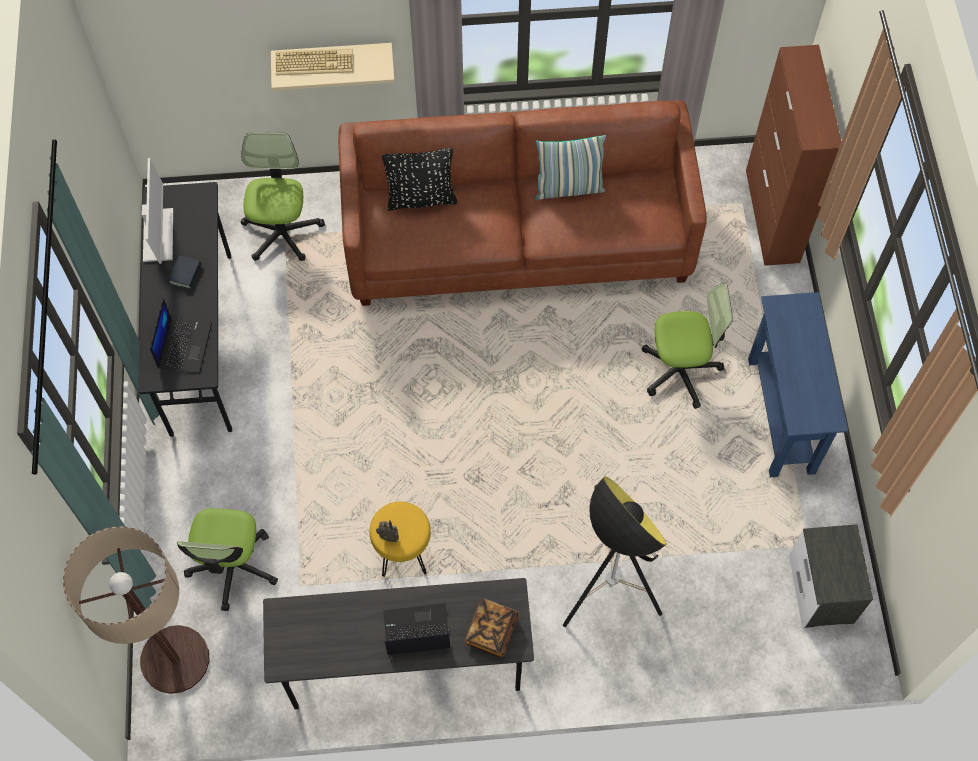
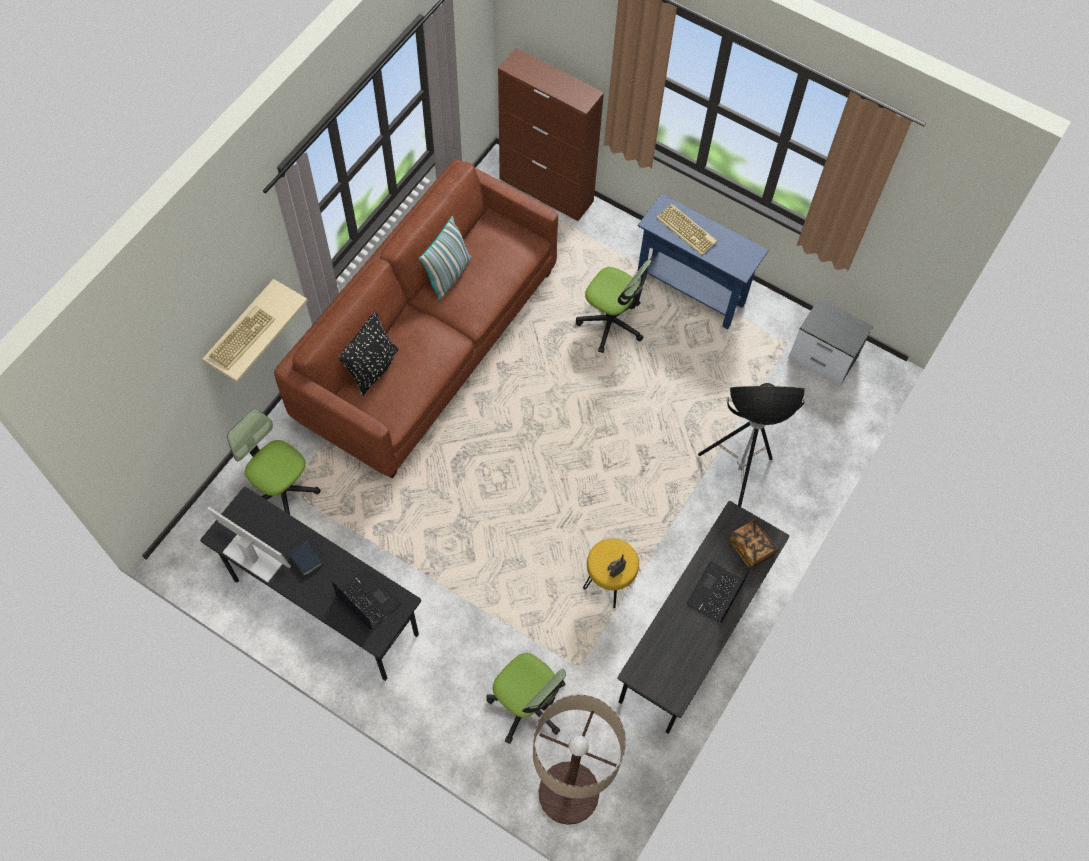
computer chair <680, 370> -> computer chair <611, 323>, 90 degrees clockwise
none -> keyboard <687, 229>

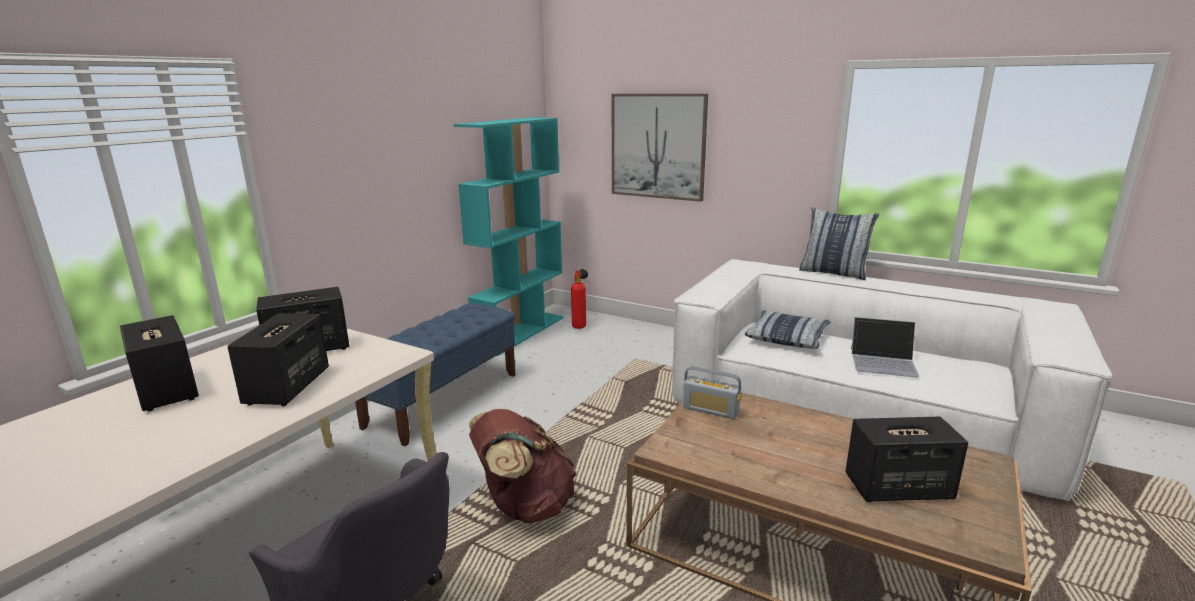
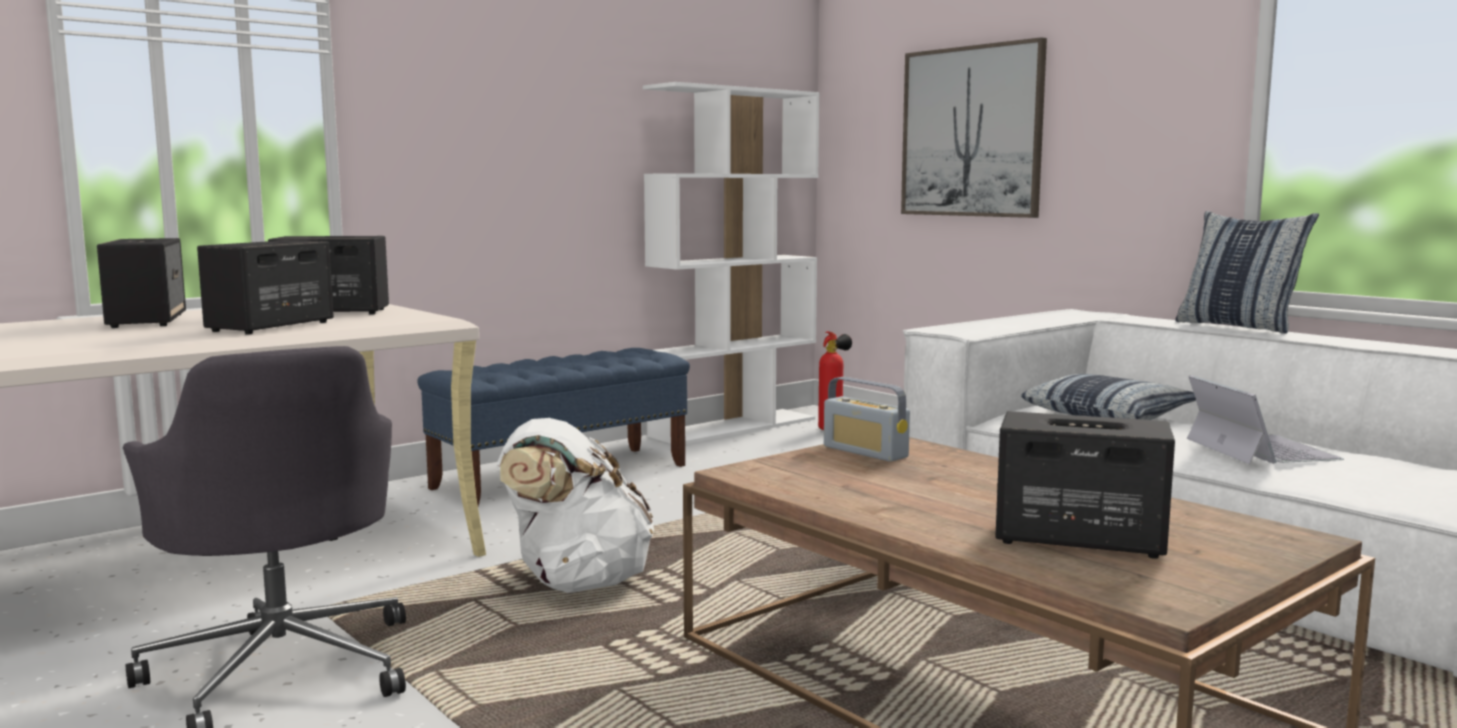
brownish rucksack <524, 506> -> white-coloured rucksack <576, 582>
turquoise-coloured bookcase <520, 332> -> white-coloured bookcase <734, 427>
portable computer <883, 362> -> portable computer <1259, 449>, 135 degrees counterclockwise

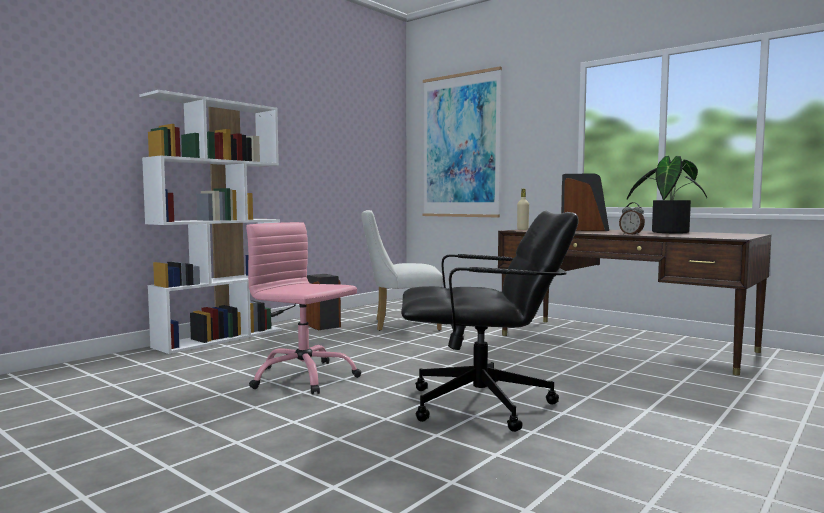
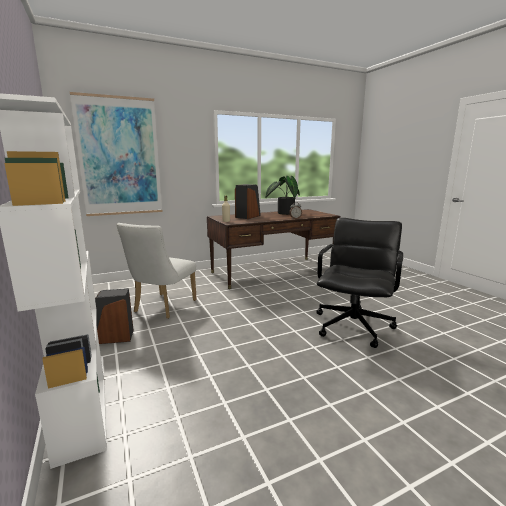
pink computer chair <303, 377> -> none

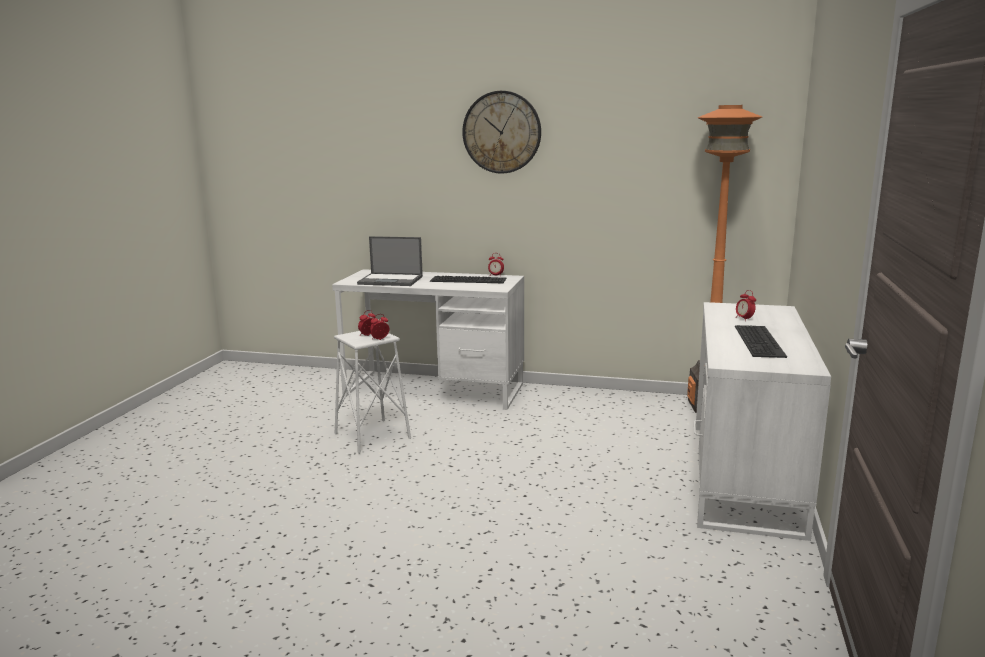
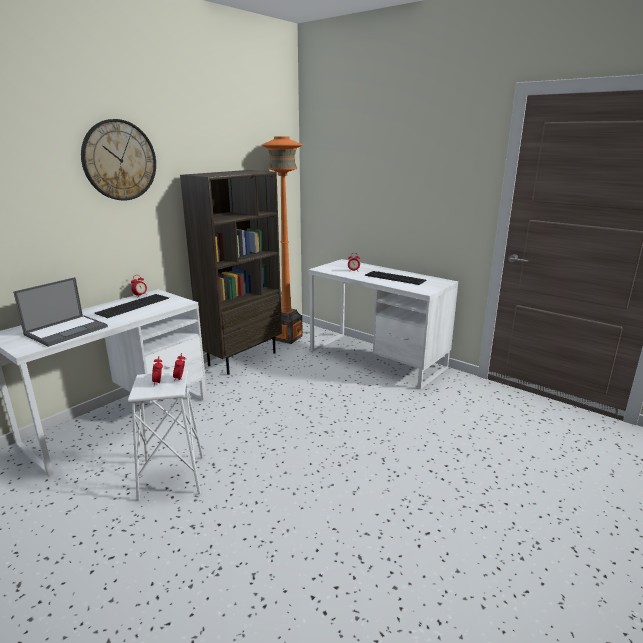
none -> brownish bookcase <242, 358>

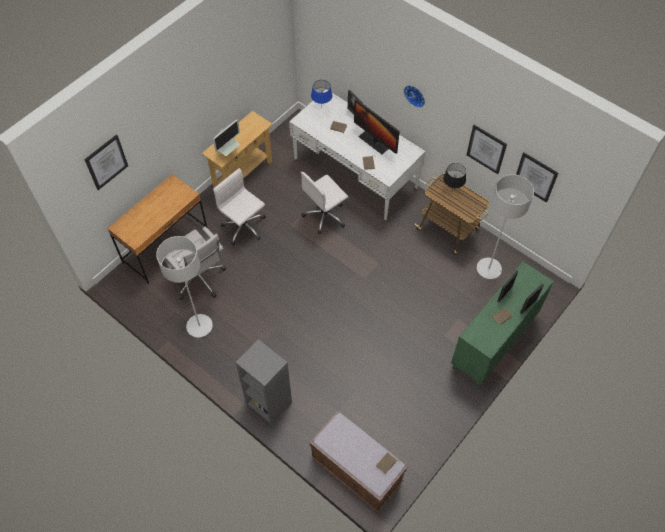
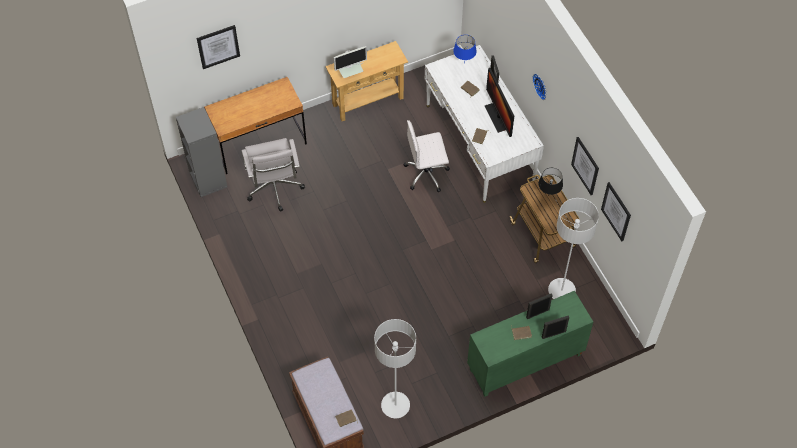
greyish bookcase <268, 403> -> greyish bookcase <207, 179>, relocated
greyish standing lamp <199, 326> -> greyish standing lamp <395, 405>, relocated
white-coloured computer chair <244, 228> -> none

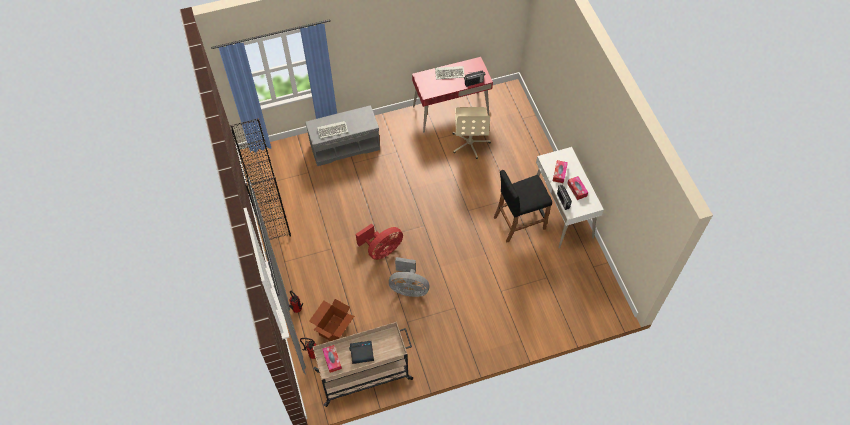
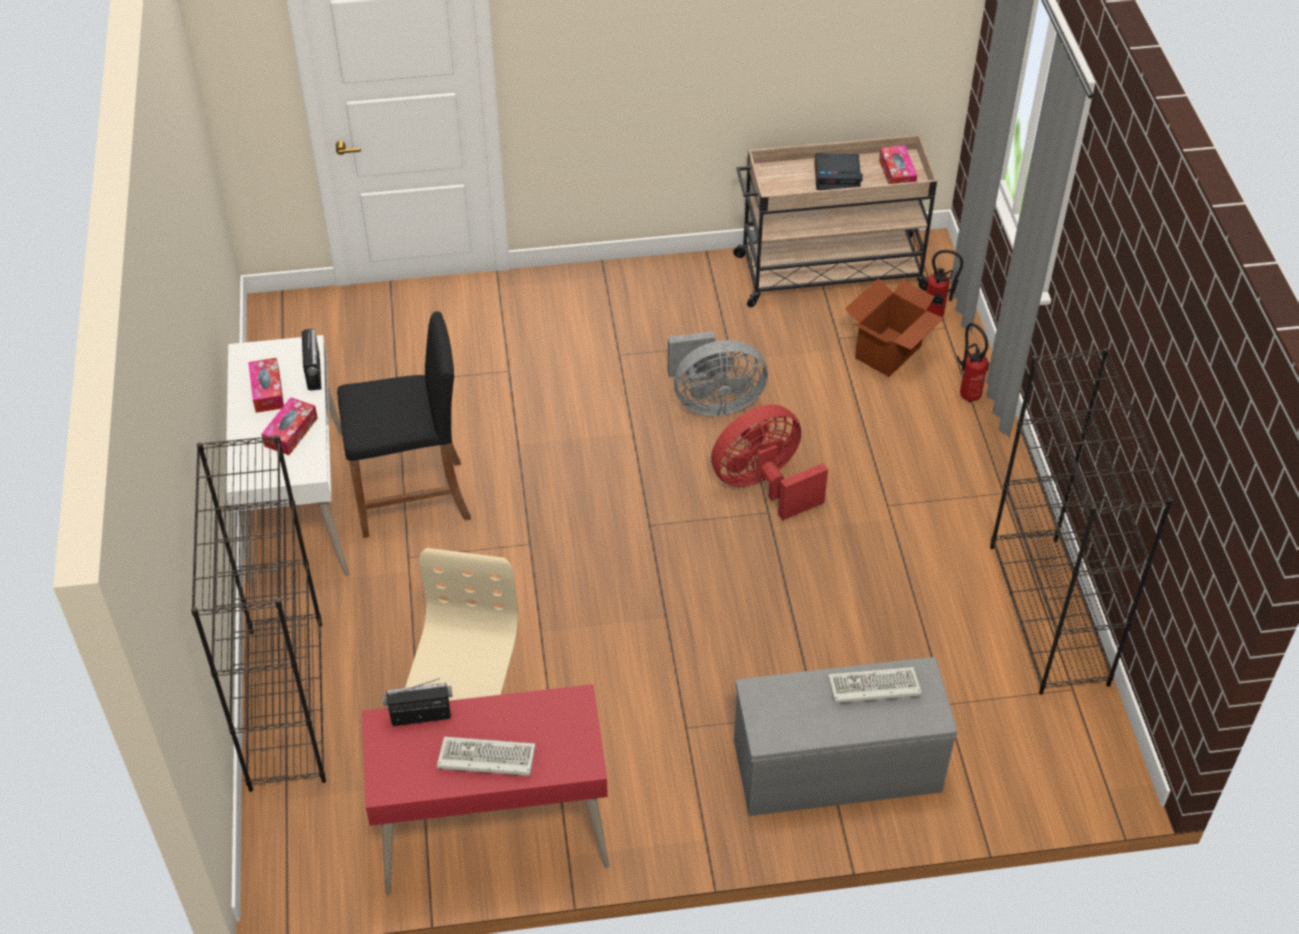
none -> blackish bookcase <285, 703>
greyish electric fan <408, 288> -> greyish electric fan <713, 402>, 150 degrees clockwise

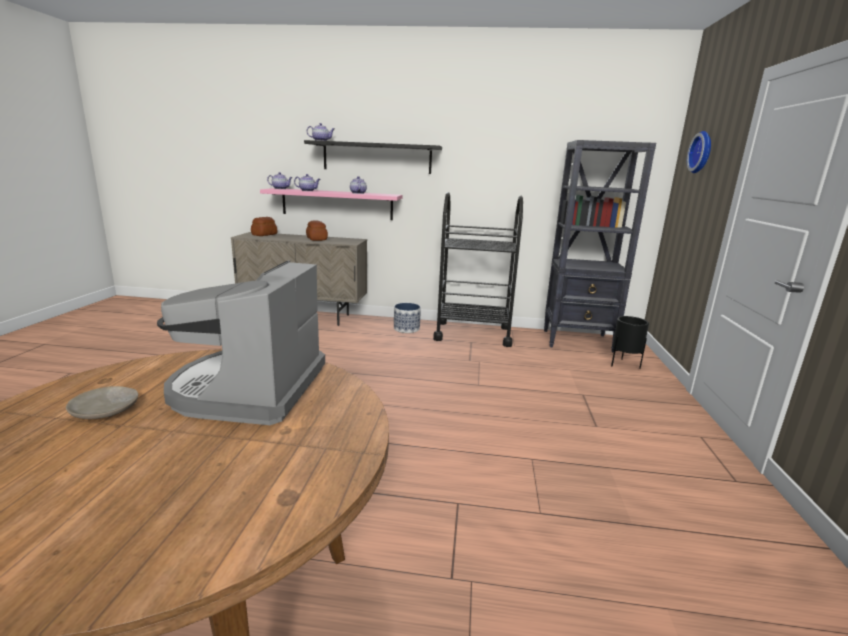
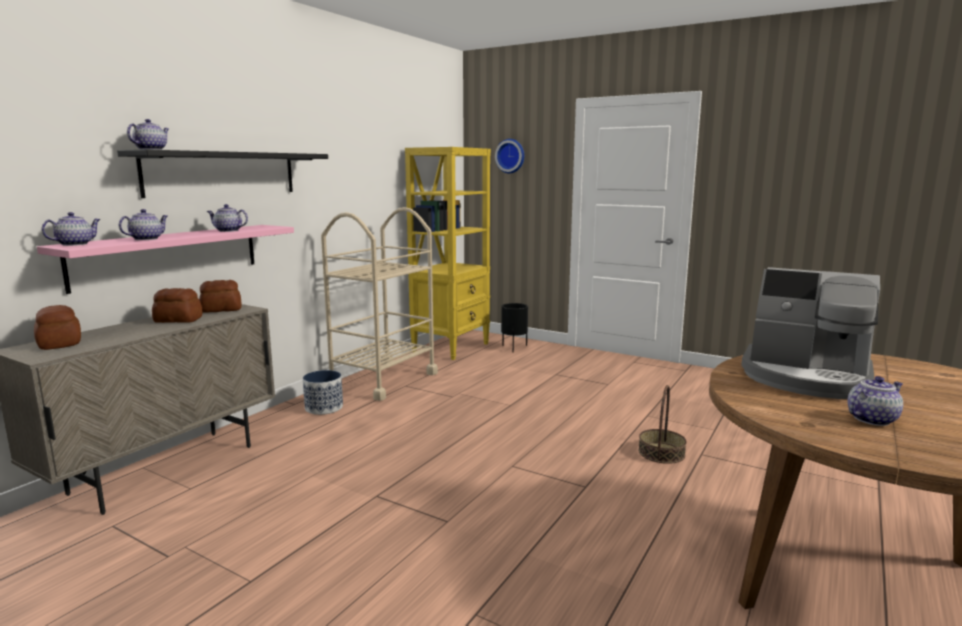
none -> bakery bread <221, 309>
blackish trolley <472, 334> -> sand-coloured trolley <383, 380>
blackish bookcase <578, 341> -> yellow bookcase <451, 347>
none -> storage basket <661, 453>
sand-coloured plate <106, 411> -> pot for tea <872, 419>

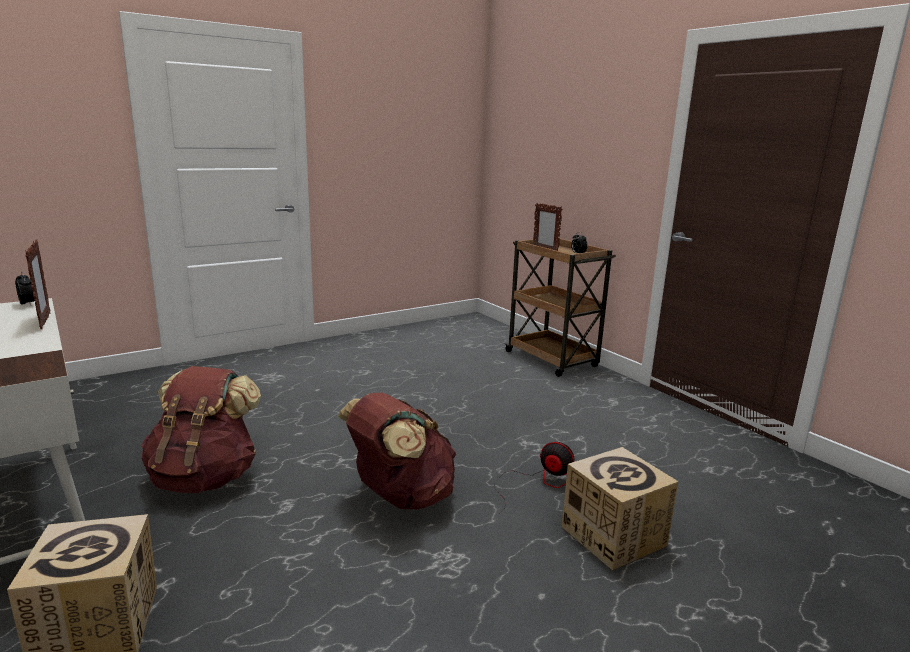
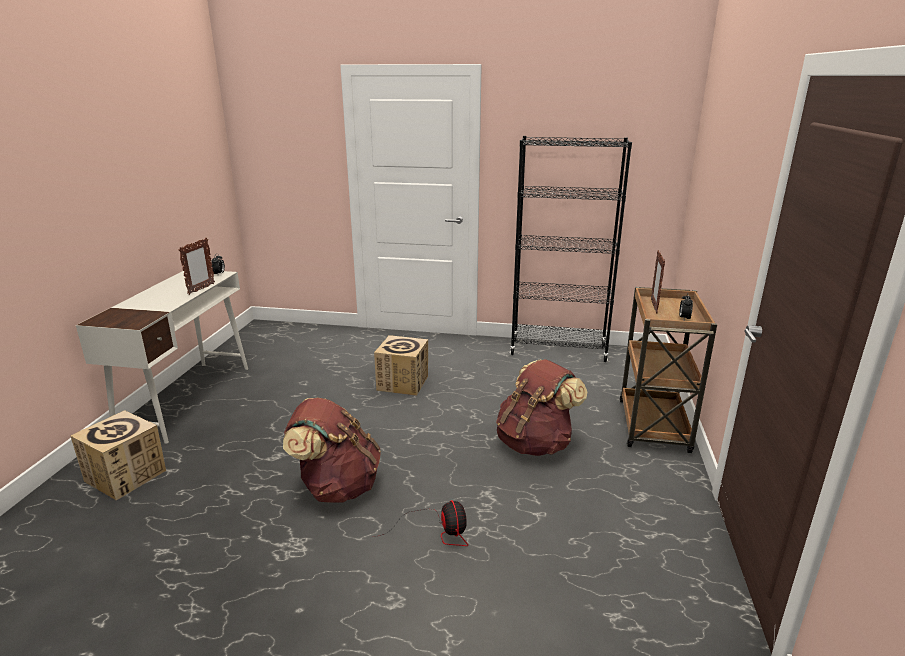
packing box <613, 536> -> packing box <403, 383>, relocated
brownish rucksack <205, 477> -> brownish rucksack <535, 443>, relocated
none -> blackish bookcase <558, 351>

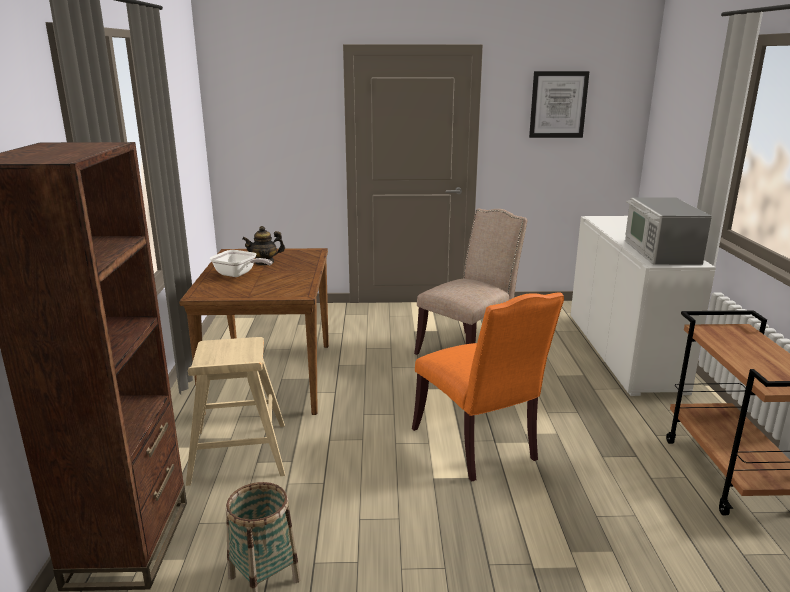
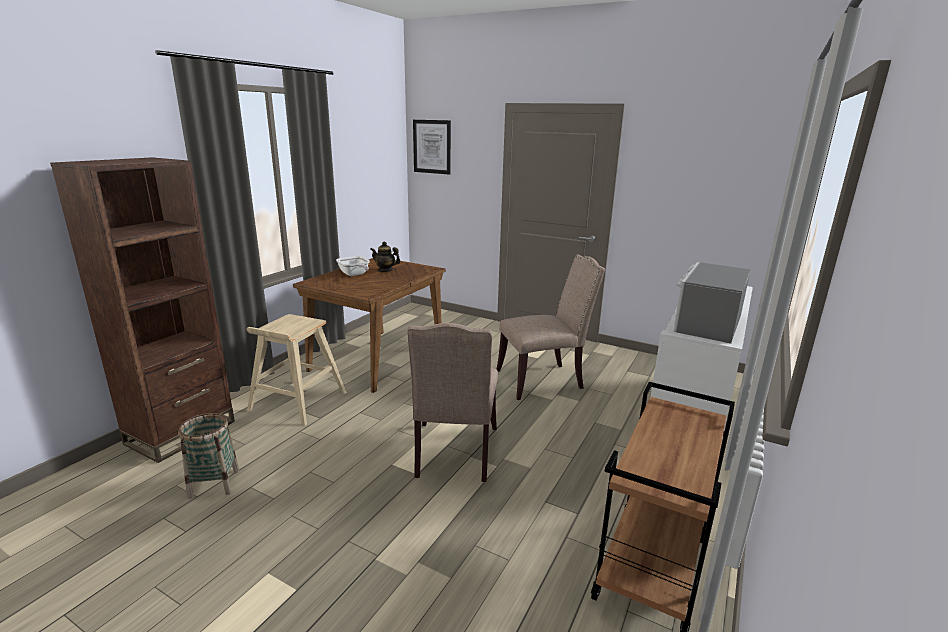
orange chair <479, 446> -> sand-coloured chair <454, 454>
wall picture <558, 104> -> wall picture <432, 146>, relocated

